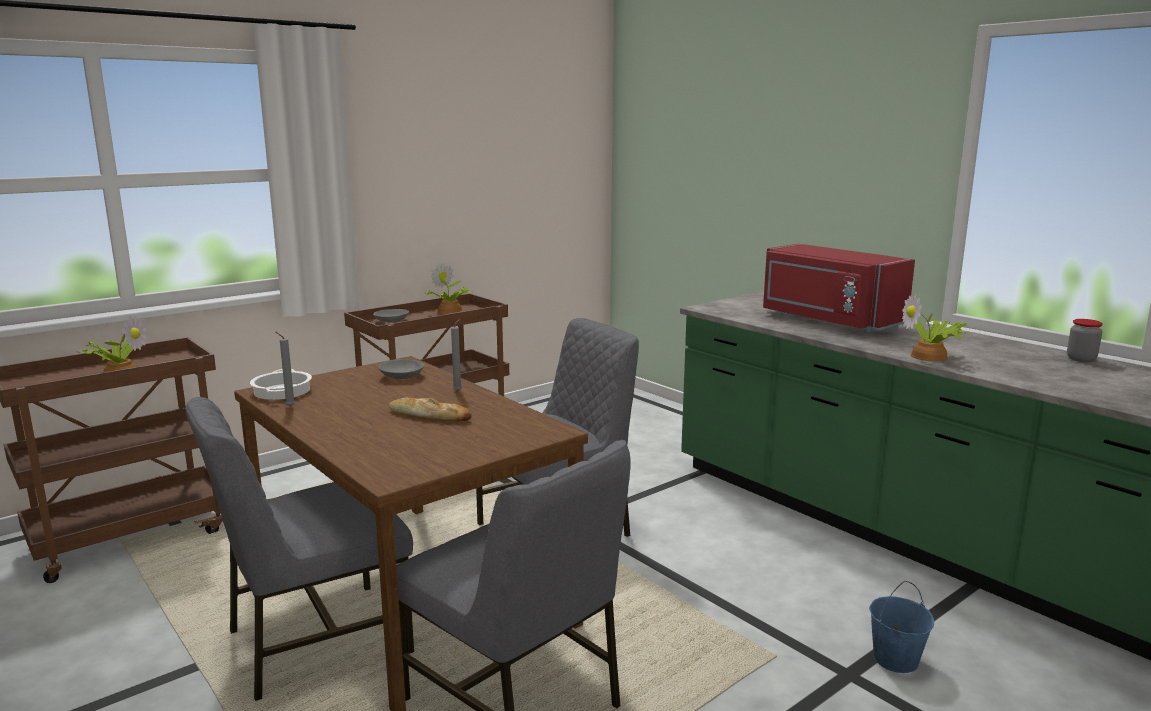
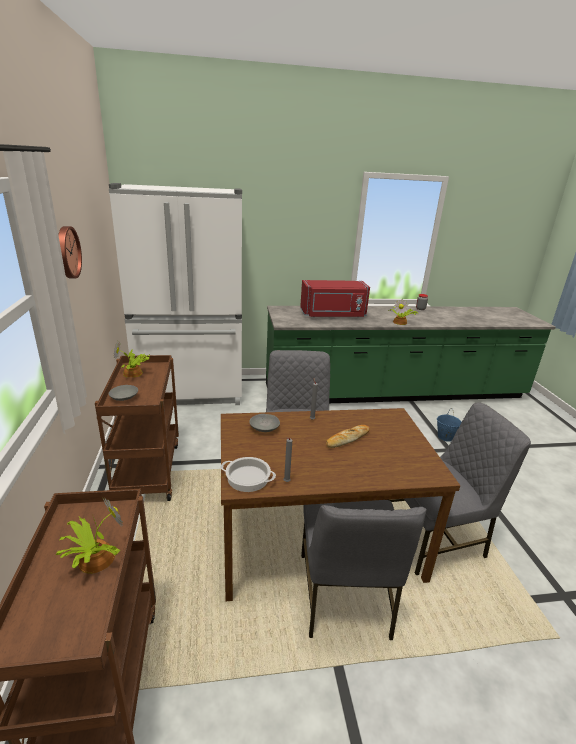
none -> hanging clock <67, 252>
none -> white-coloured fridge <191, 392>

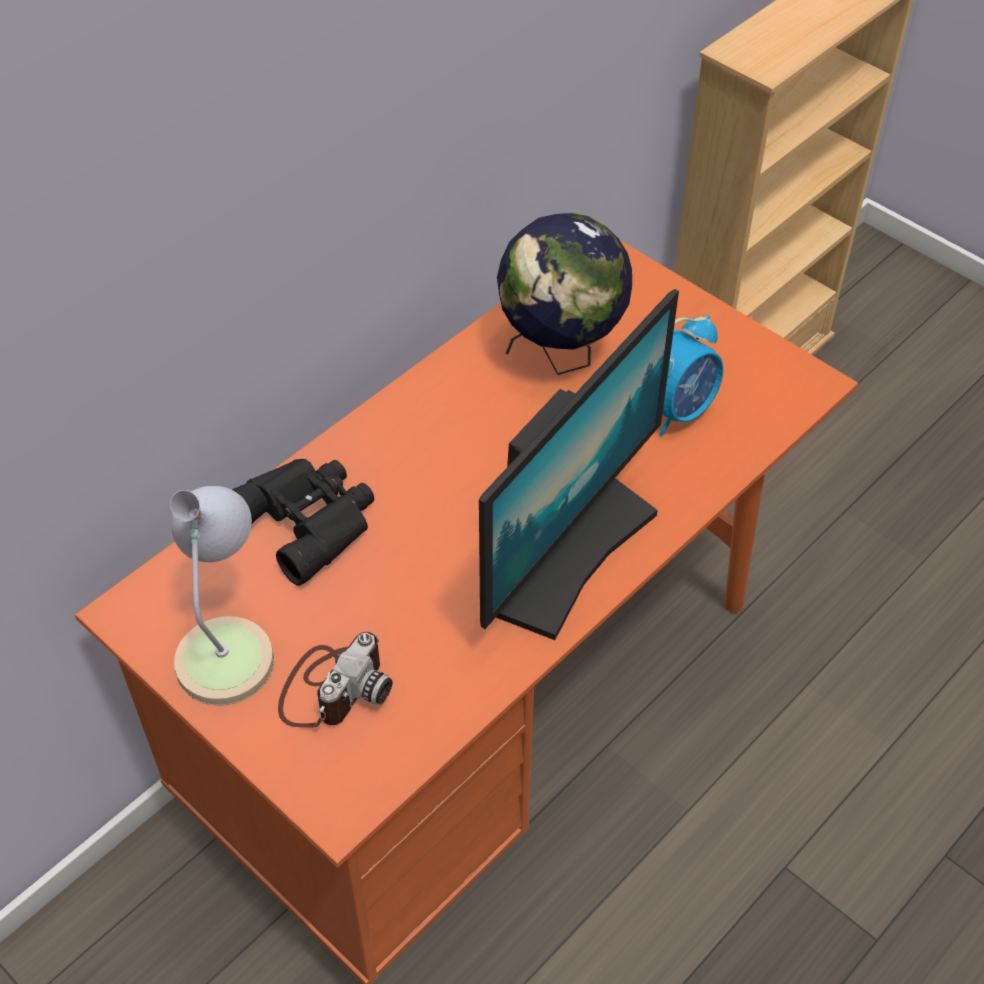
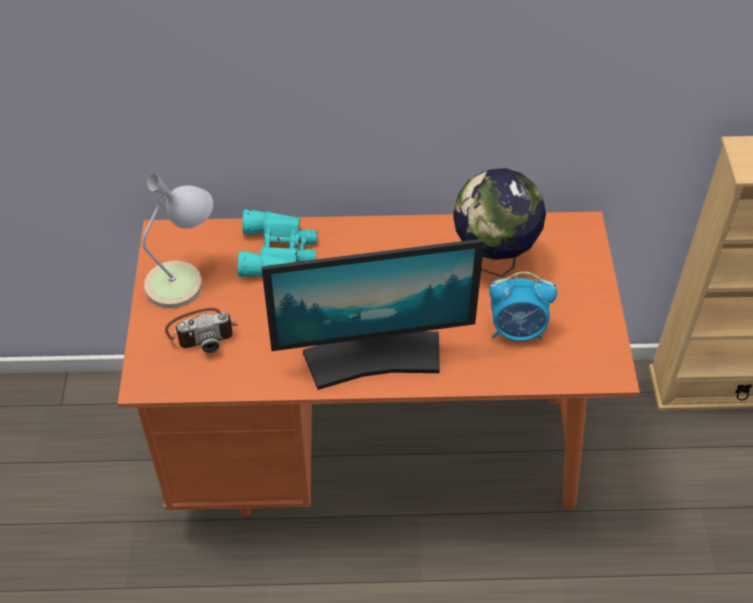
blackish binoculars <308, 520> -> turquoise-coloured binoculars <279, 251>

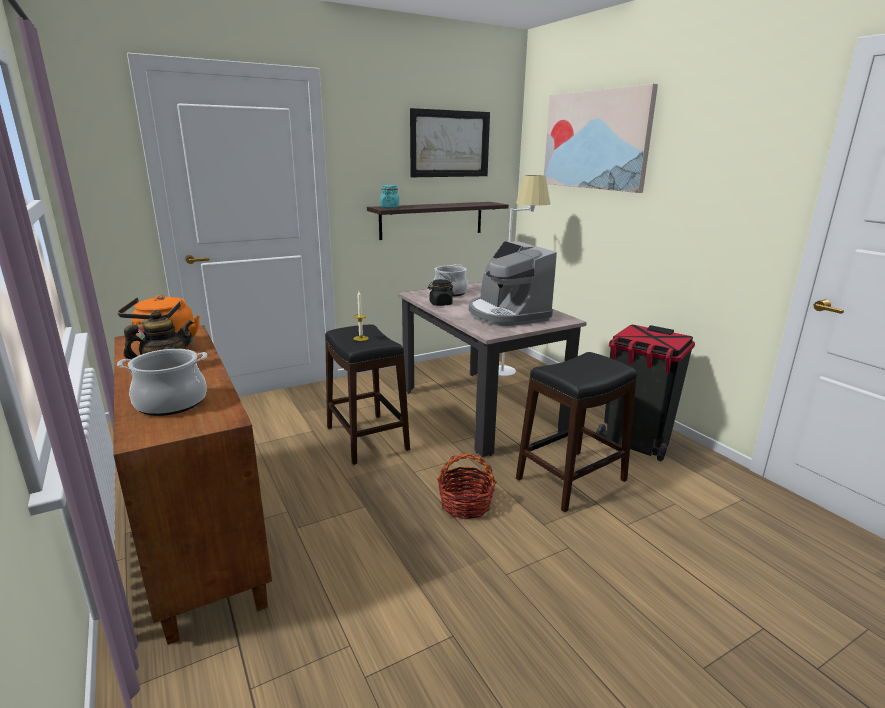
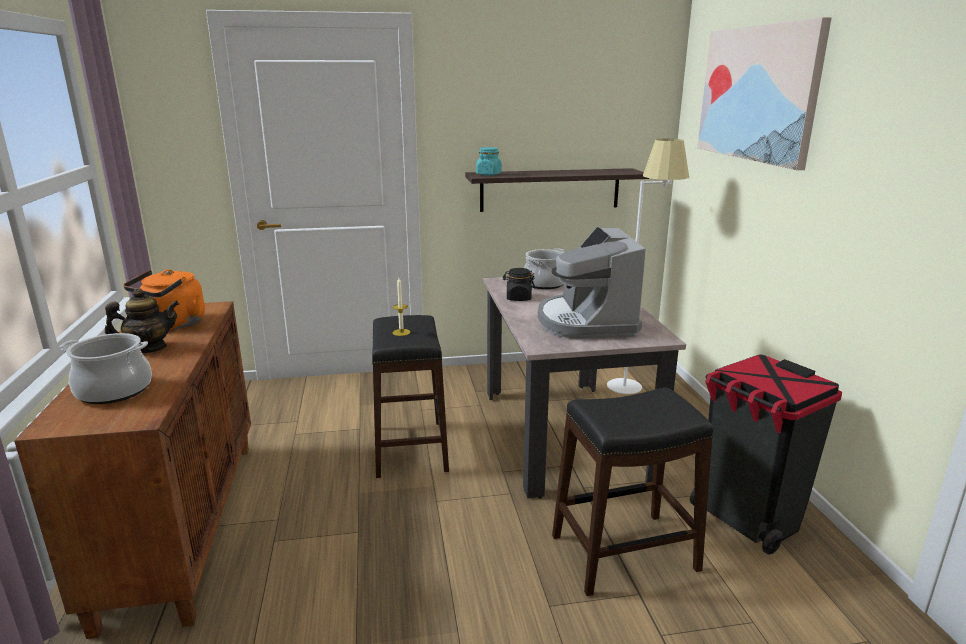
wall picture <449, 144> -> none
storage basket <465, 504> -> none

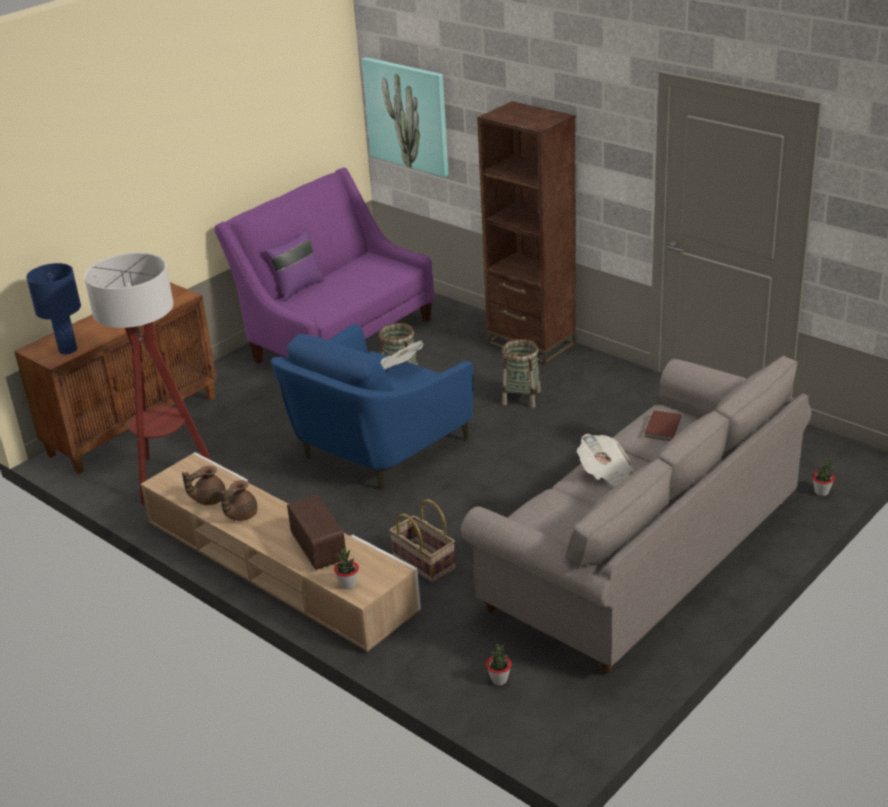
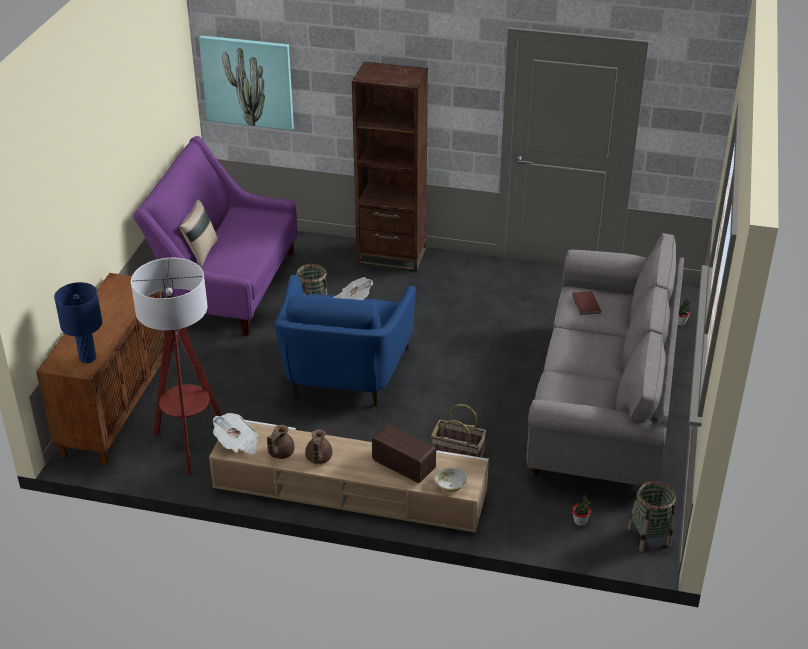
purplish cushion <297, 288> -> sand-coloured cushion <201, 252>
printed paper <605, 473> -> printed paper <237, 443>, relocated
houseplant <348, 584> -> deep dish <450, 486>
storage basket <521, 398> -> storage basket <649, 536>, relocated

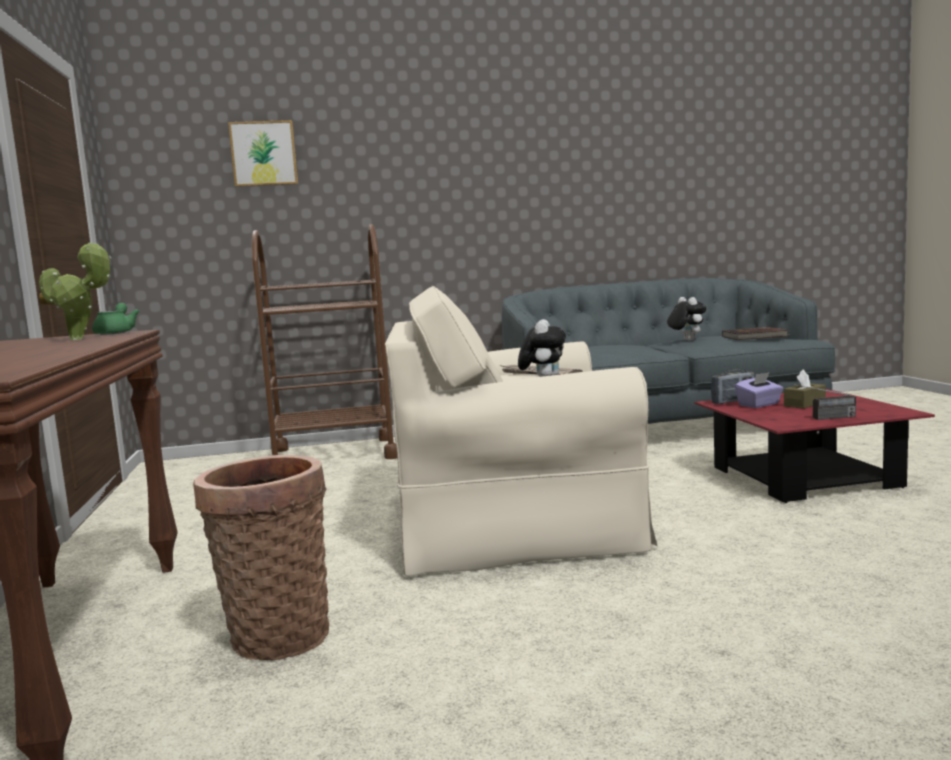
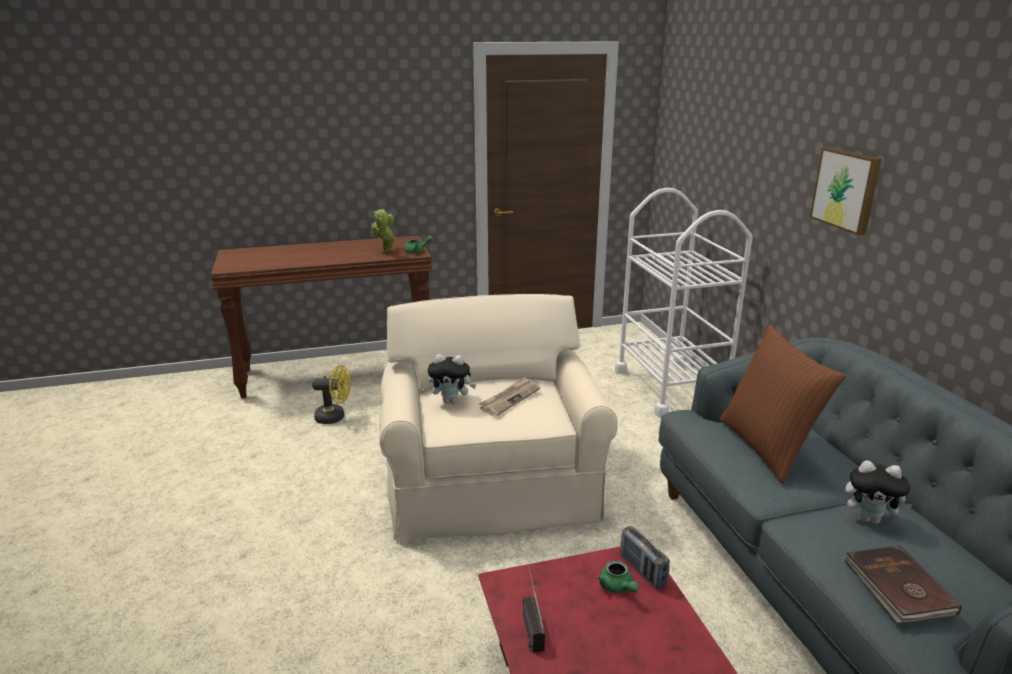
storage basket <276, 635> -> yellow electric fan <335, 417>
purplish box of tissues <759, 405> -> greenish pot for tea <617, 588>
brownish trolley <334, 454> -> white-coloured trolley <671, 387>
none -> brownish cushion <767, 447>
wall picture <264, 154> -> wall picture <847, 189>, relocated
plush toy <686, 340> -> plush toy <870, 519>, 45 degrees clockwise
brownish box of tissues <804, 404> -> none

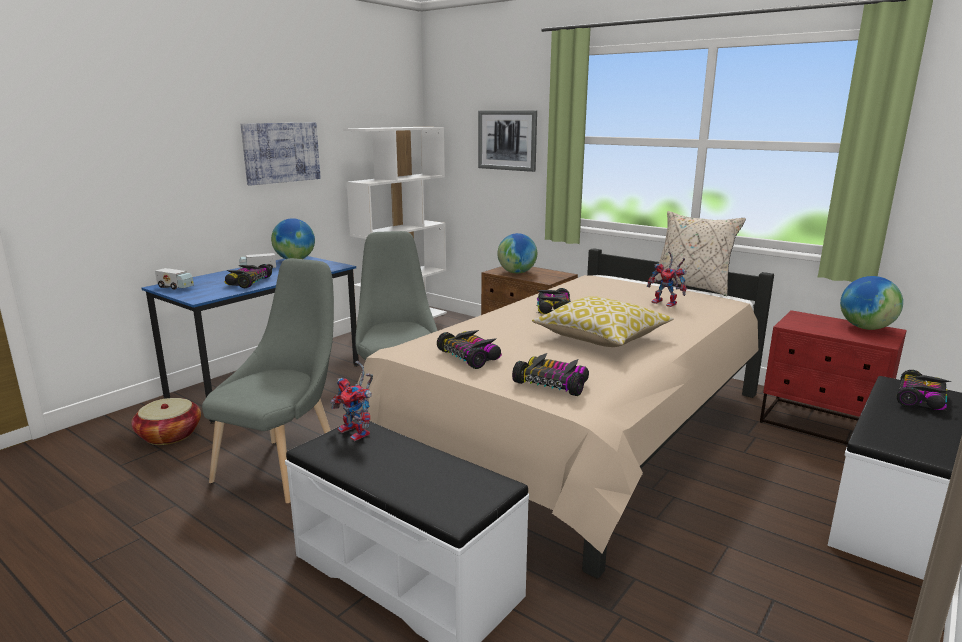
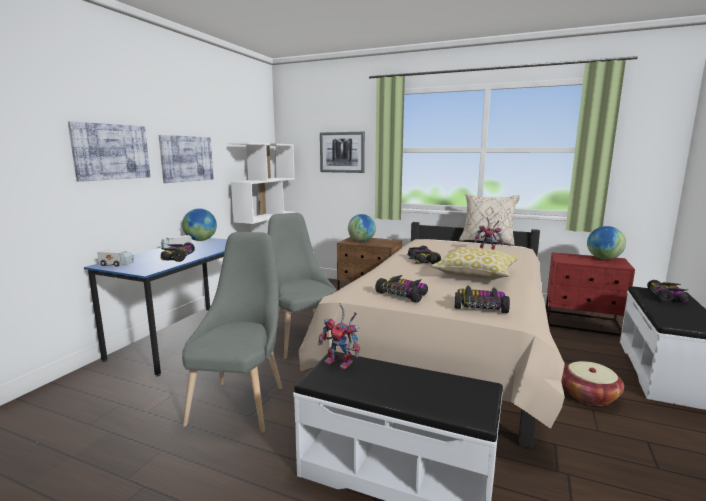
none -> wall picture <111, 152>
storage basket <169, 435> -> storage basket <589, 395>, relocated

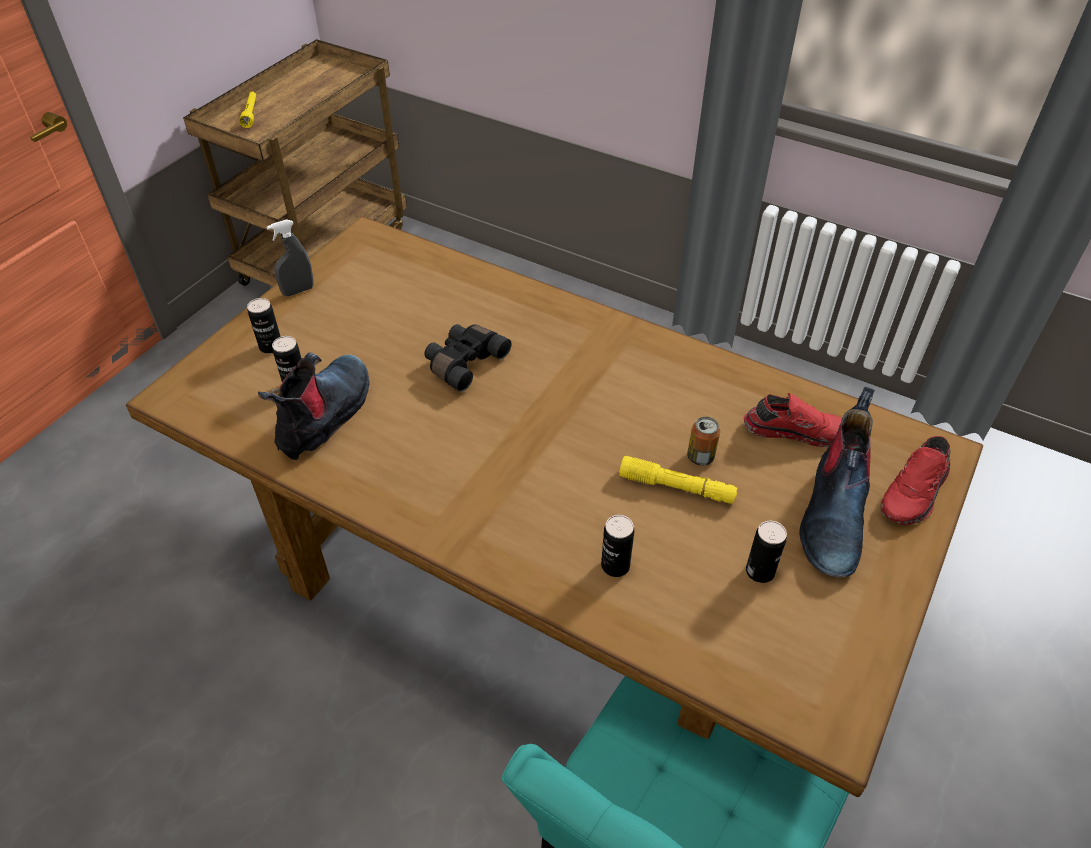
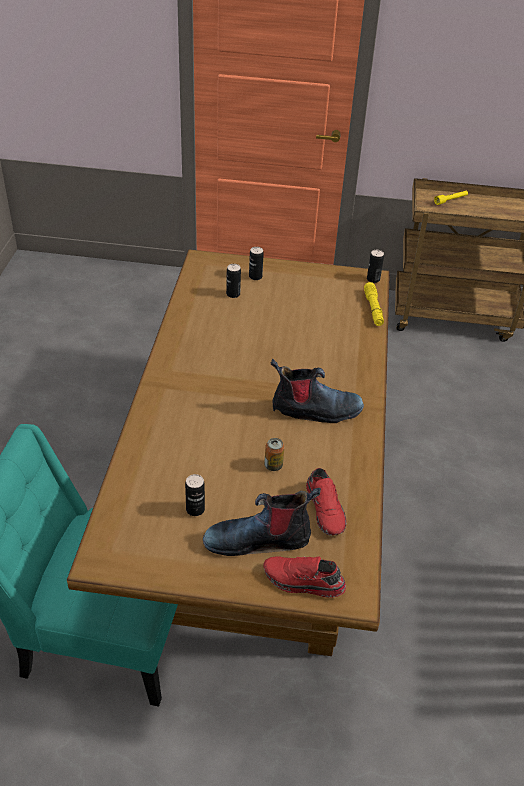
boot <326, 415> -> boot <315, 410>, relocated
yellow flashlight <677, 487> -> yellow flashlight <373, 309>, relocated
metal can <615, 565> -> metal can <373, 279>, relocated
greyish sprayer <298, 291> -> none
blackish binoculars <464, 362> -> none

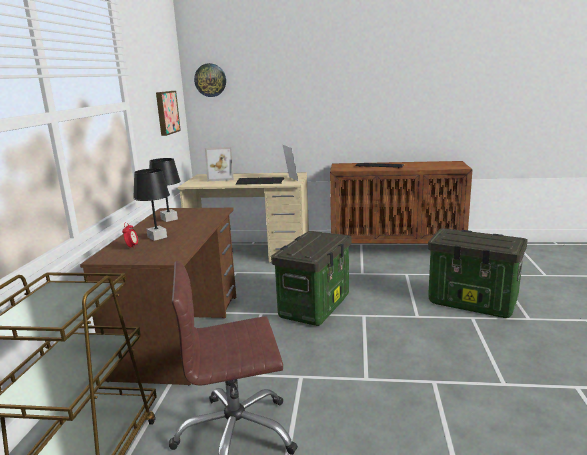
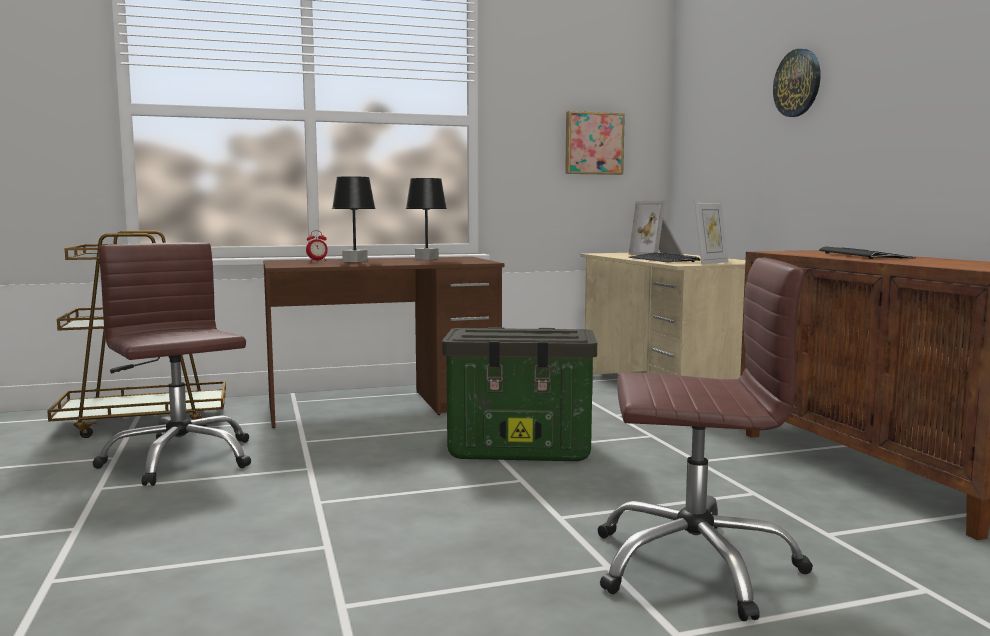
storage box <473, 302> -> brownish computer chair <694, 565>
hanging clock <210, 80> -> hanging clock <797, 83>, relocated

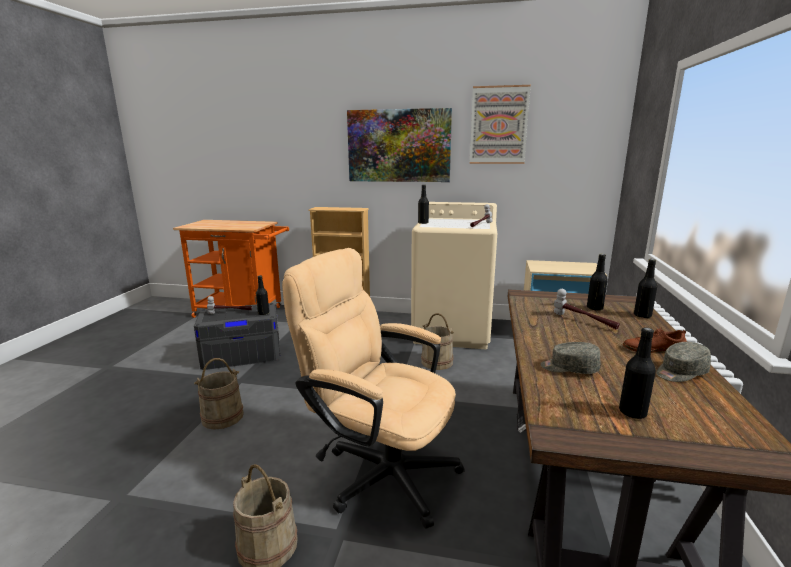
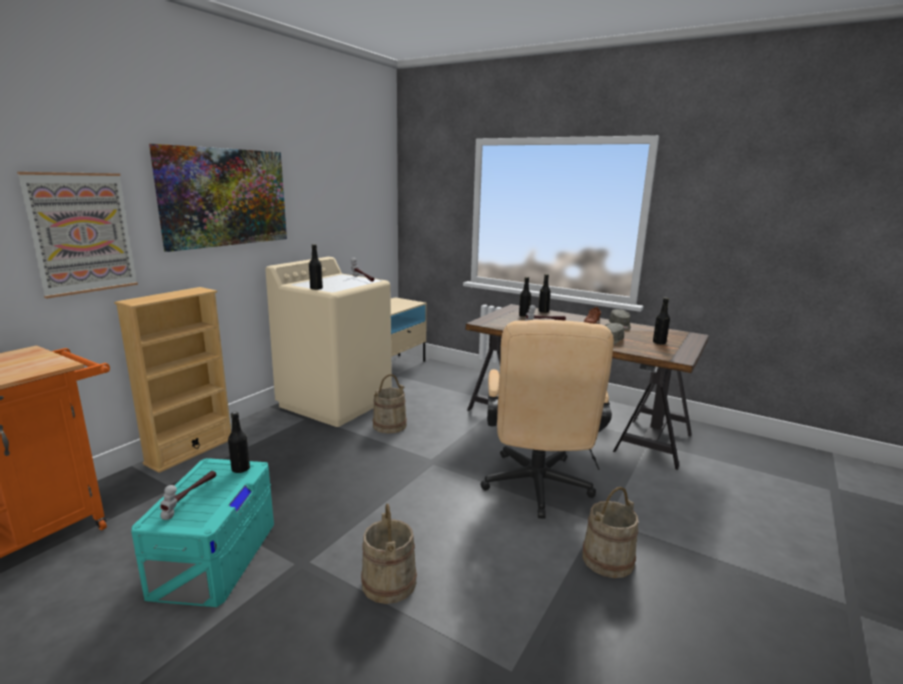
wall picture <498, 125> -> wall picture <82, 233>, relocated
greyish storage box <242, 355> -> turquoise-coloured storage box <215, 556>
sand-coloured computer chair <380, 470> -> sand-coloured computer chair <536, 489>, 45 degrees counterclockwise

